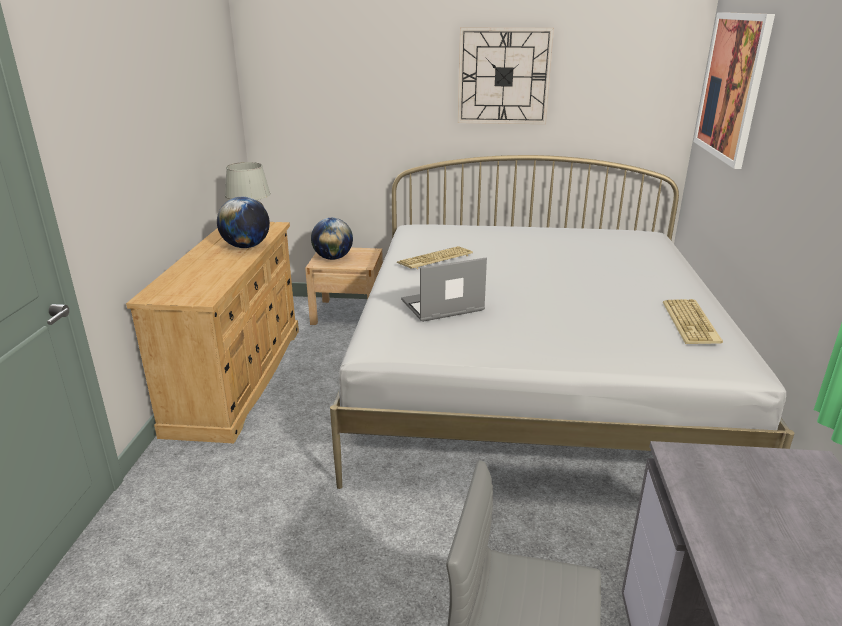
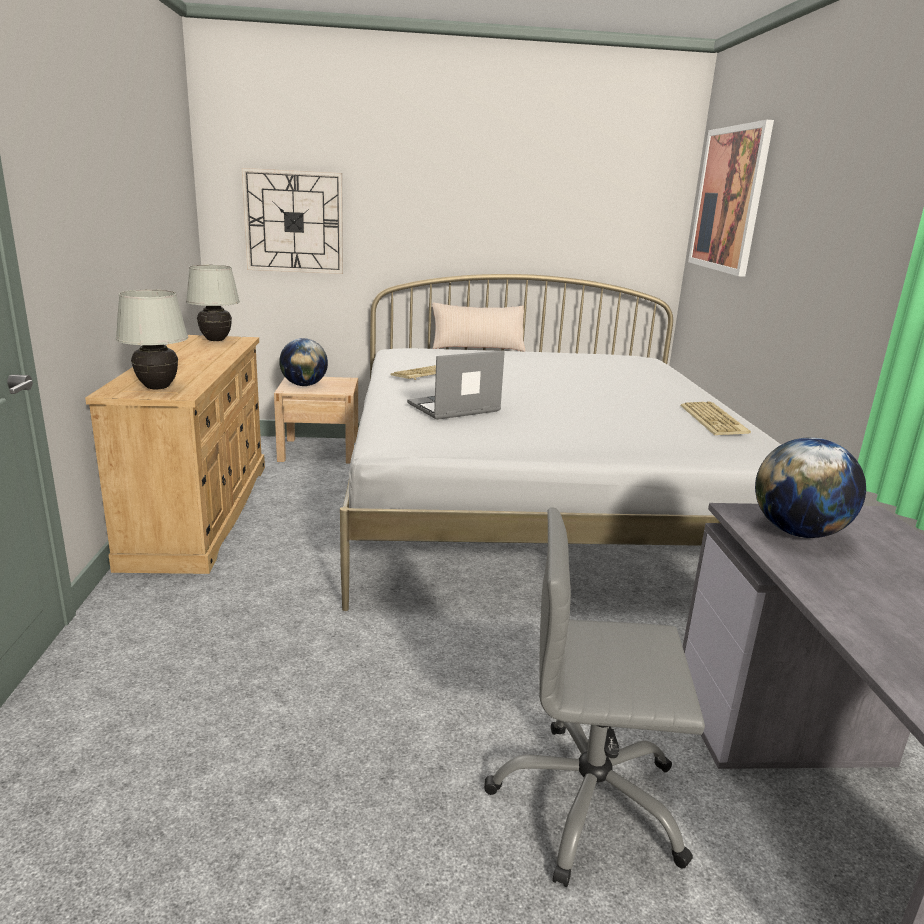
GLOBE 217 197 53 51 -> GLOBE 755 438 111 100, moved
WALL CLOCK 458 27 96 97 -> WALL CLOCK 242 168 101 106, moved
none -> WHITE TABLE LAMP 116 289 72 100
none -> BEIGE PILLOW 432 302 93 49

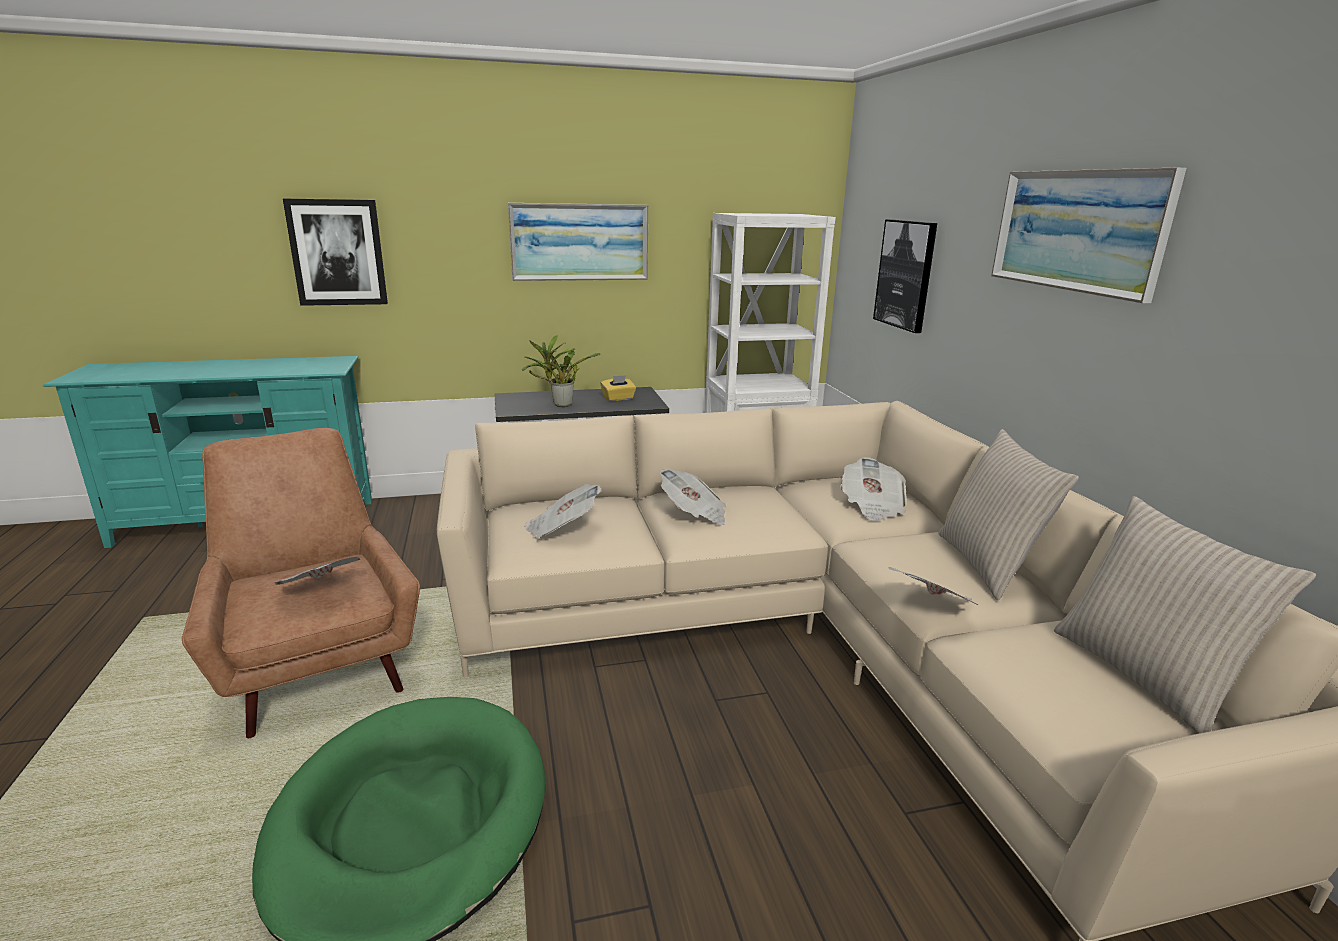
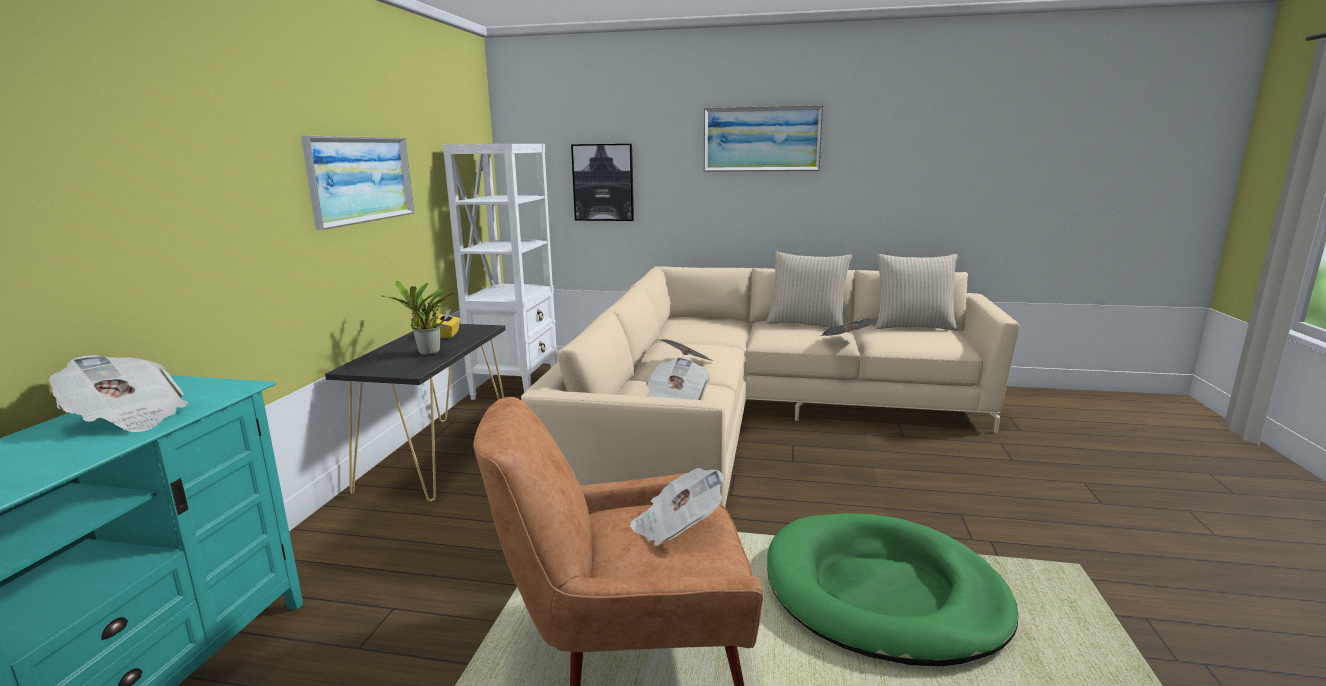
PICTURE 283 199 105 107 -> none
NEWSPAPER 840 457 67 64 -> NEWSPAPER 49 355 139 77, moved

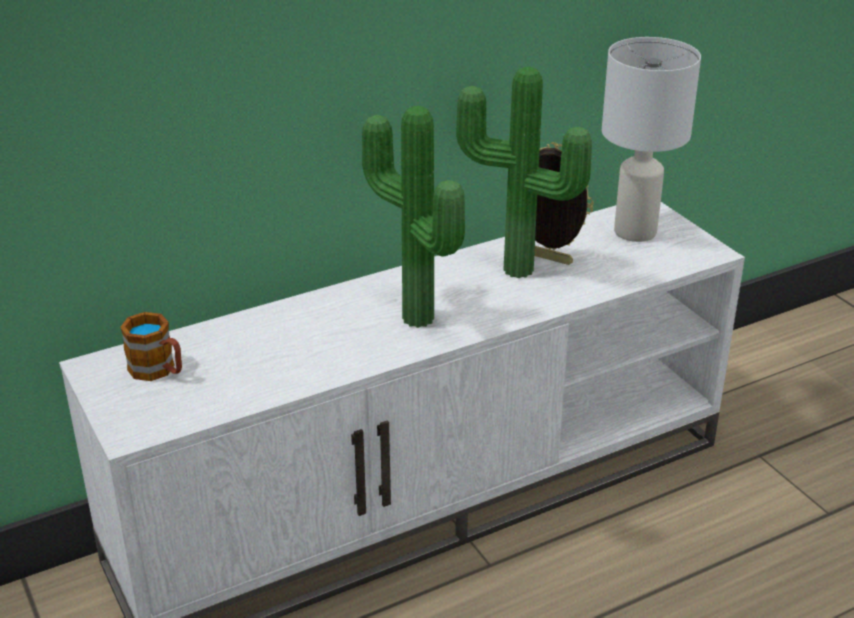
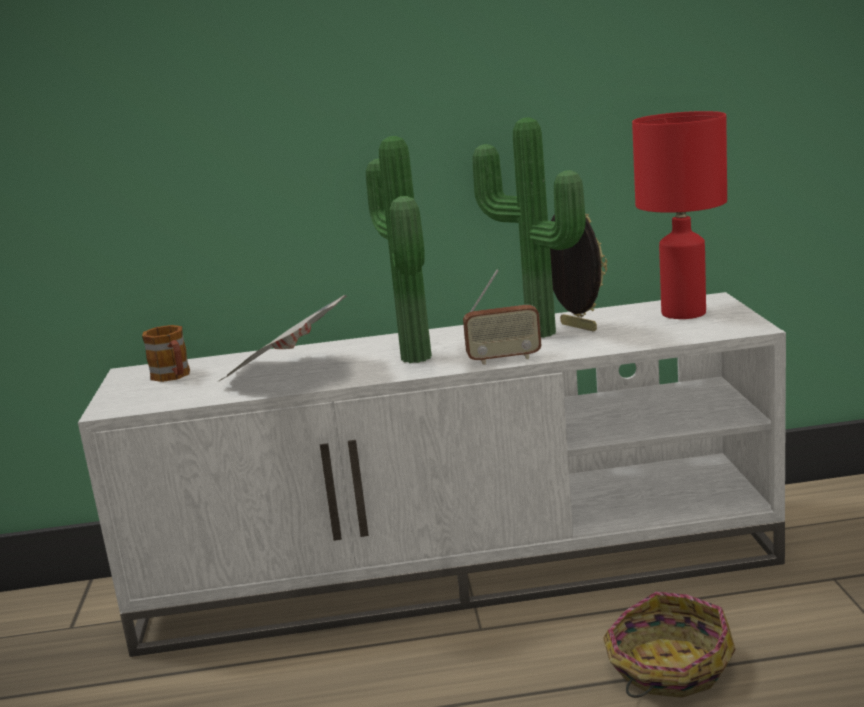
WHITE TABLE LAMP 602 37 99 205 -> RED TABLE LAMP 632 111 95 208
none -> NEWSPAPER 217 295 130 87
none -> RADIO 463 270 78 95
none -> BASKET 603 592 133 106

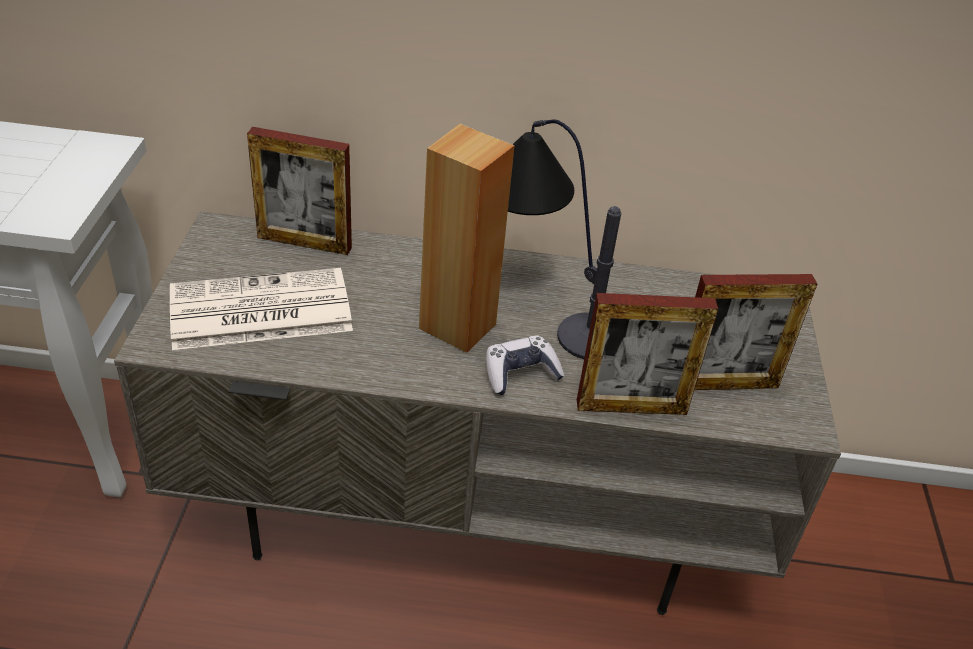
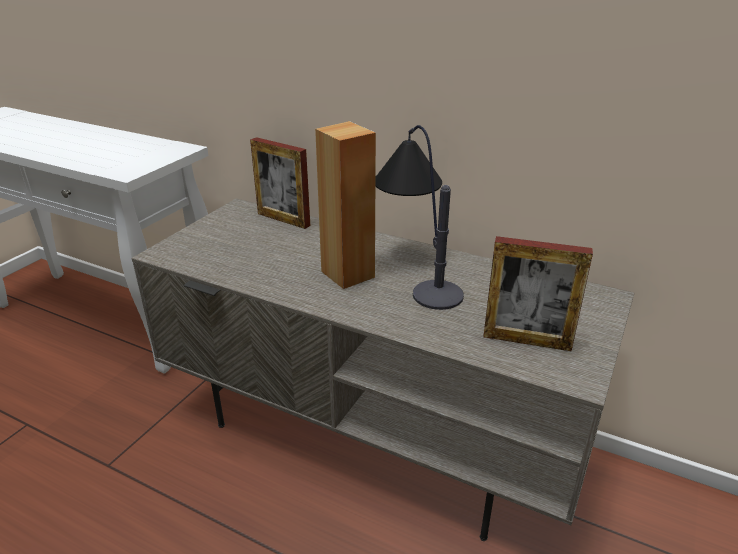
NEWSPAPER 170 268 183 82 -> none
GAME CONTROLLER 486 335 79 60 -> none
PICTURE FRAME 577 293 141 122 -> none

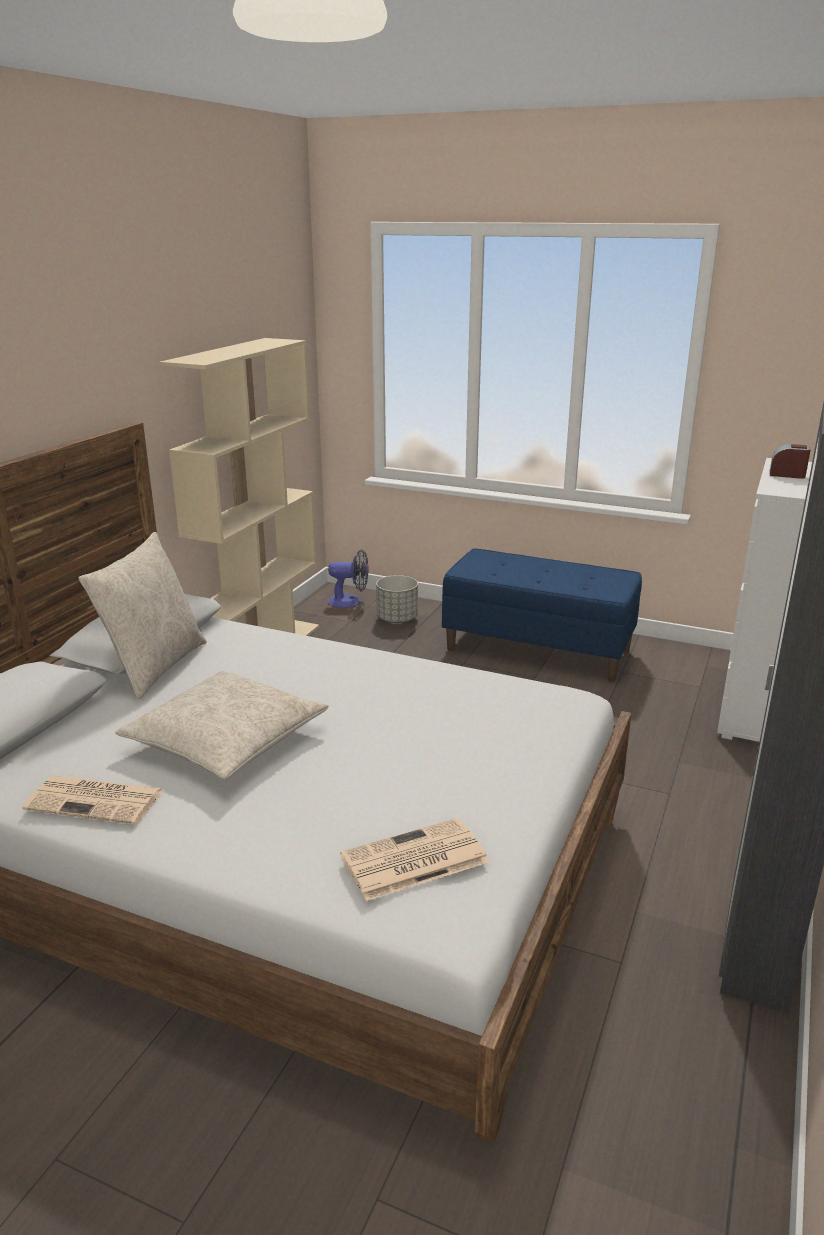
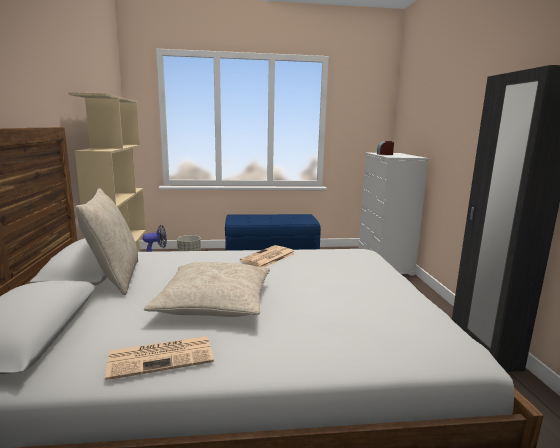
NEWSPAPER 340 818 149 83 -> NEWSPAPER 240 245 56 23, moved

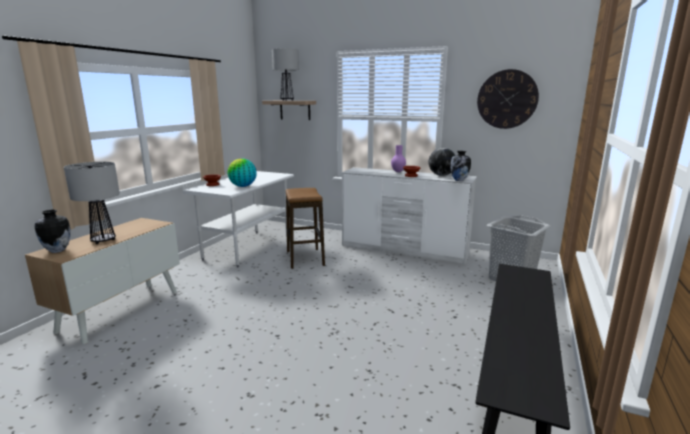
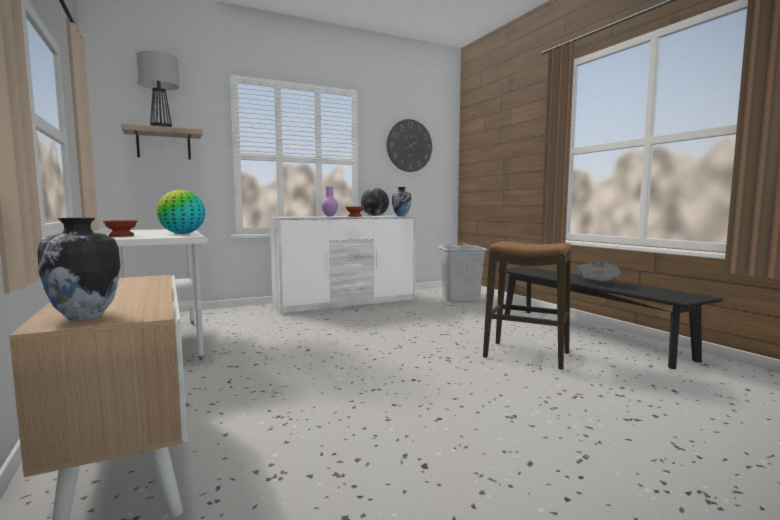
TABLE LAMP 64 162 56 82 -> none
STOOL 286 188 39 81 -> STOOL 483 241 88 129, moved
none -> NEWSPAPER 576 261 46 20

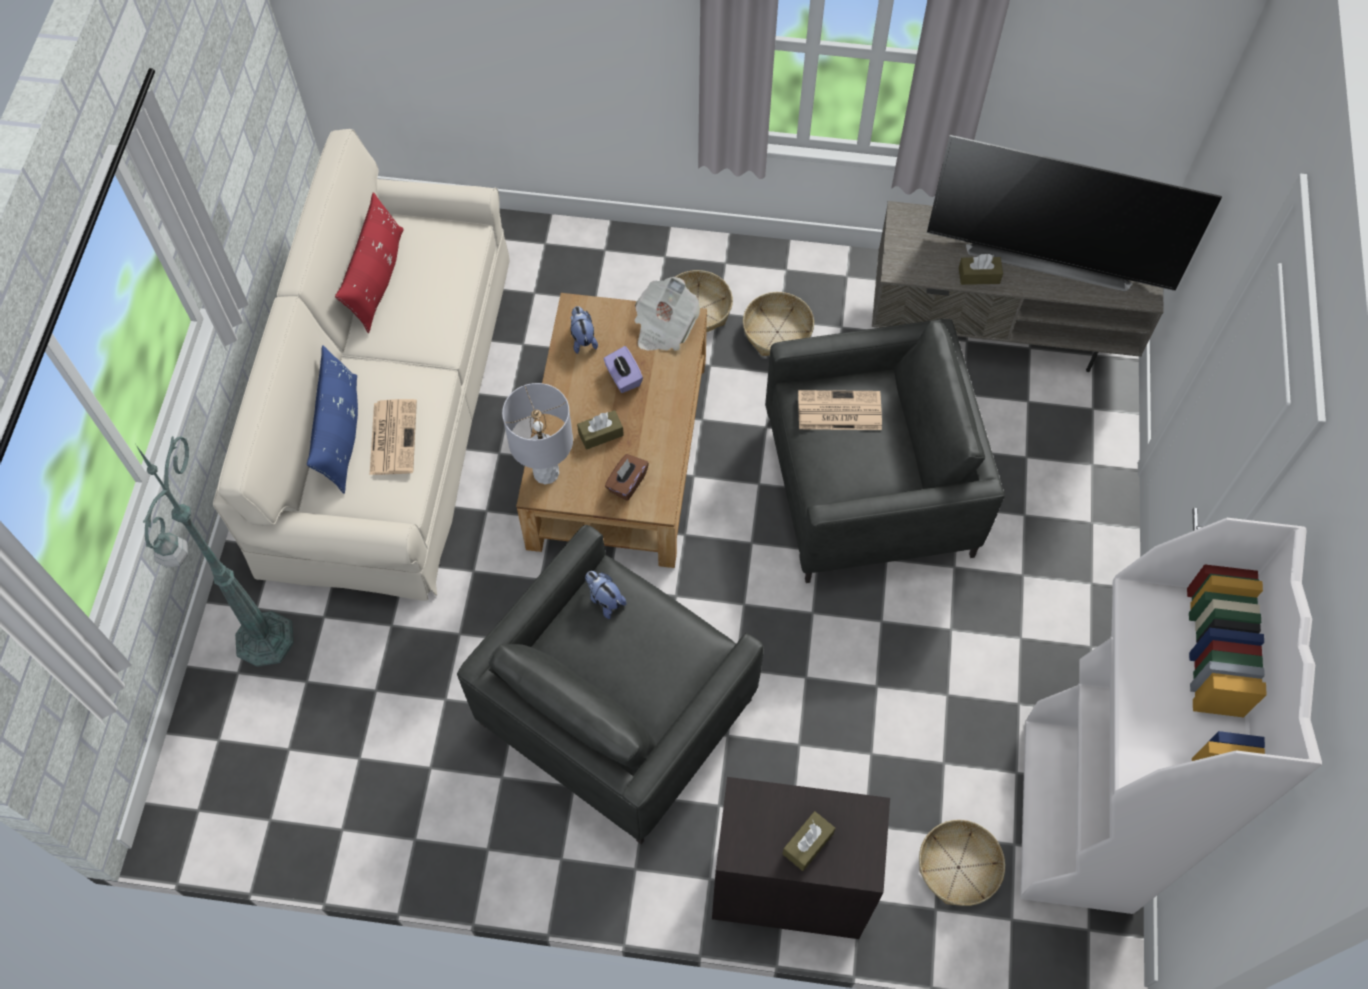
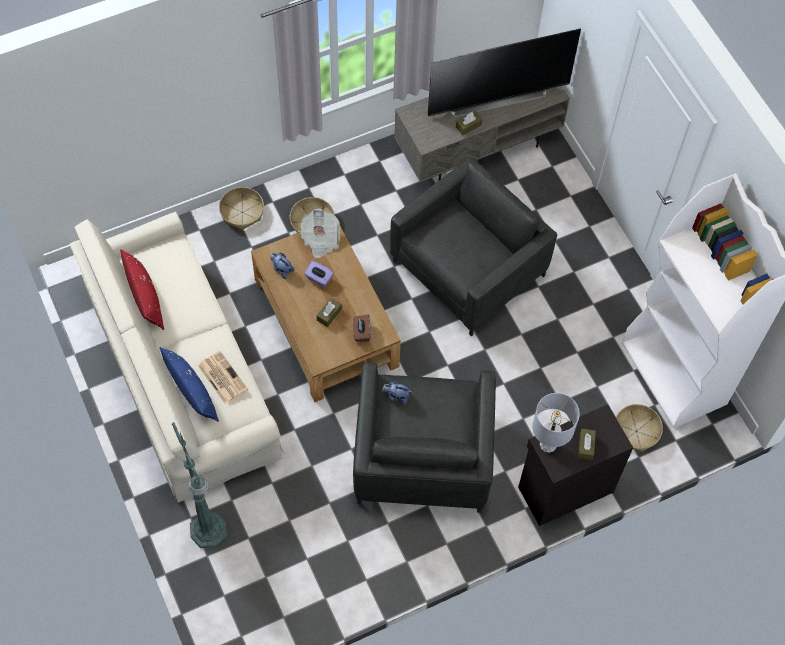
GREY TABLE LAMP 502 383 71 101 -> GREY TABLE LAMP 532 393 48 60, moved
BASKET 743 292 71 64 -> BASKET 219 187 45 43, moved
NEWSPAPER 798 390 84 40 -> none

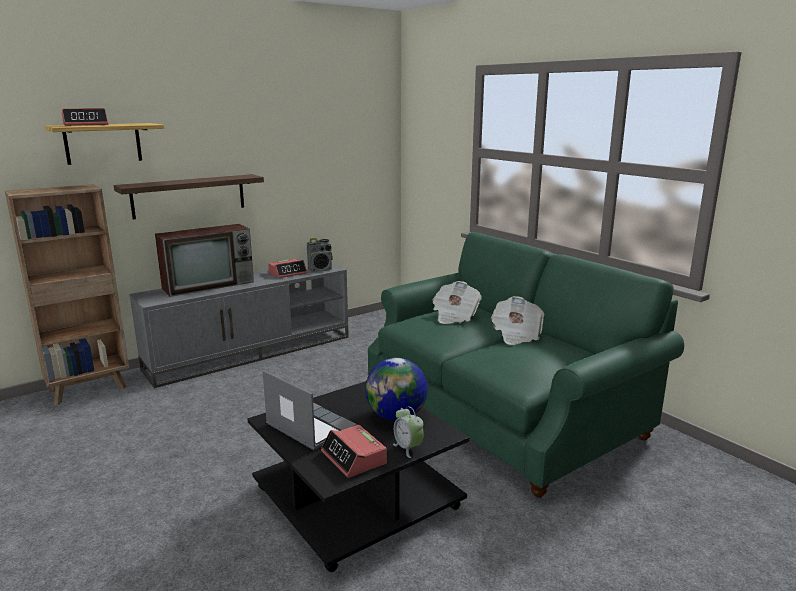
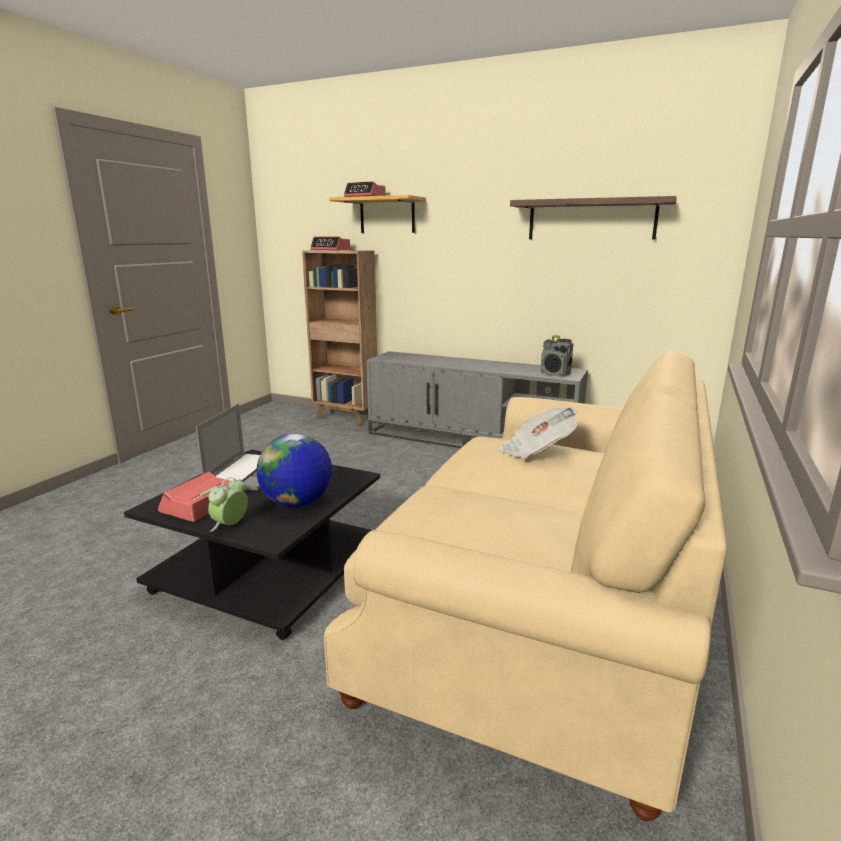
SHELF 114 174 150 45 -> SHELF 510 196 167 44, moved
TELEVISION 155 224 99 73 -> none
ALARM CLOCK 268 259 39 19 -> ALARM CLOCK 310 236 40 15, moved
GREEN SOFA 368 232 316 266 -> BEIGE SOFA 324 351 403 470
NEWSPAPER 491 296 53 49 -> none

